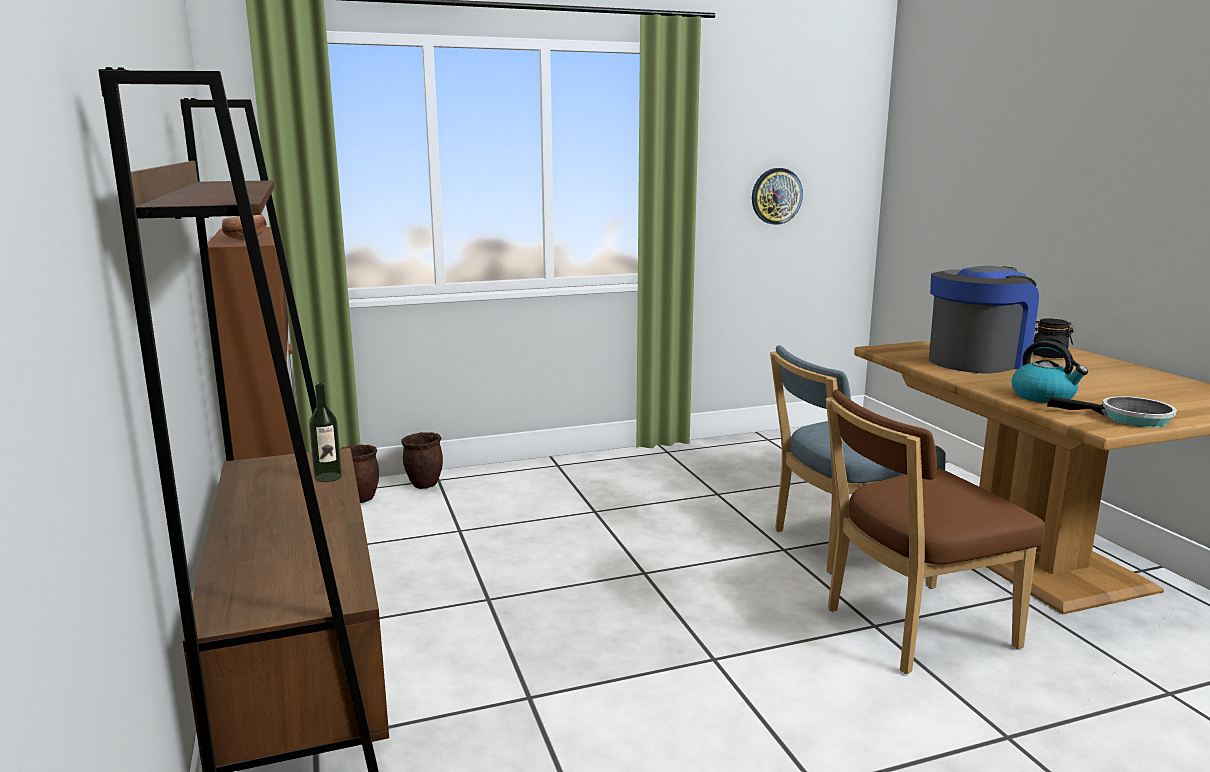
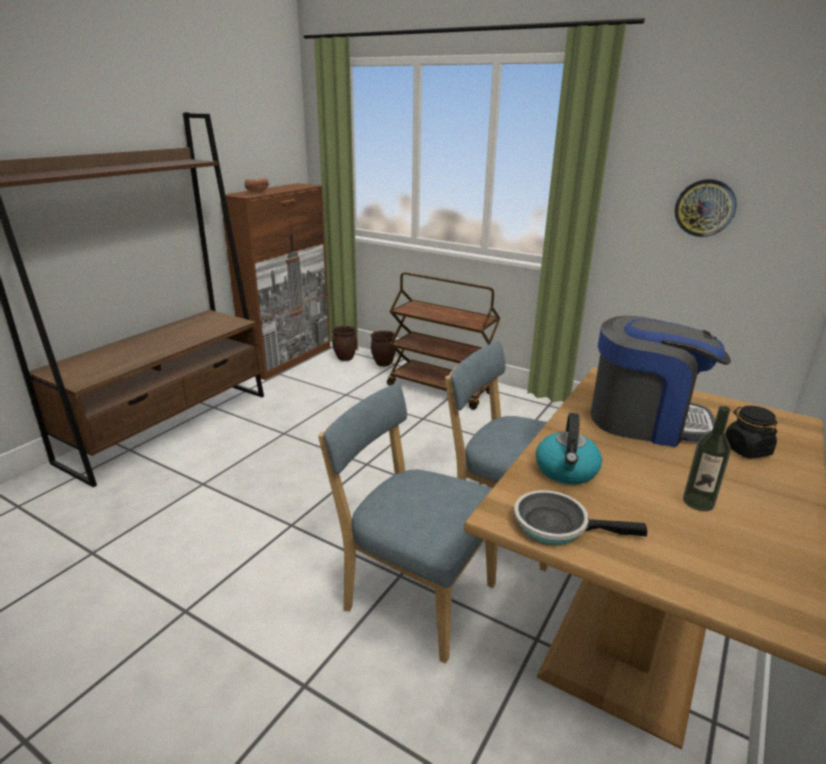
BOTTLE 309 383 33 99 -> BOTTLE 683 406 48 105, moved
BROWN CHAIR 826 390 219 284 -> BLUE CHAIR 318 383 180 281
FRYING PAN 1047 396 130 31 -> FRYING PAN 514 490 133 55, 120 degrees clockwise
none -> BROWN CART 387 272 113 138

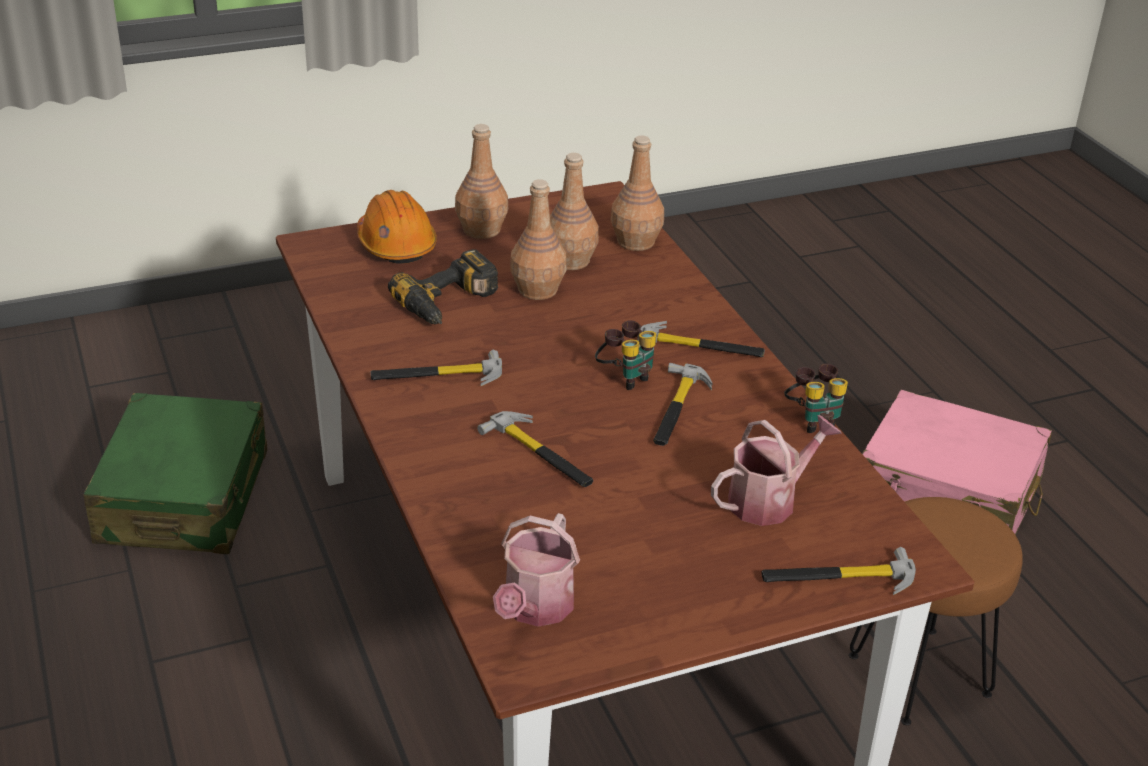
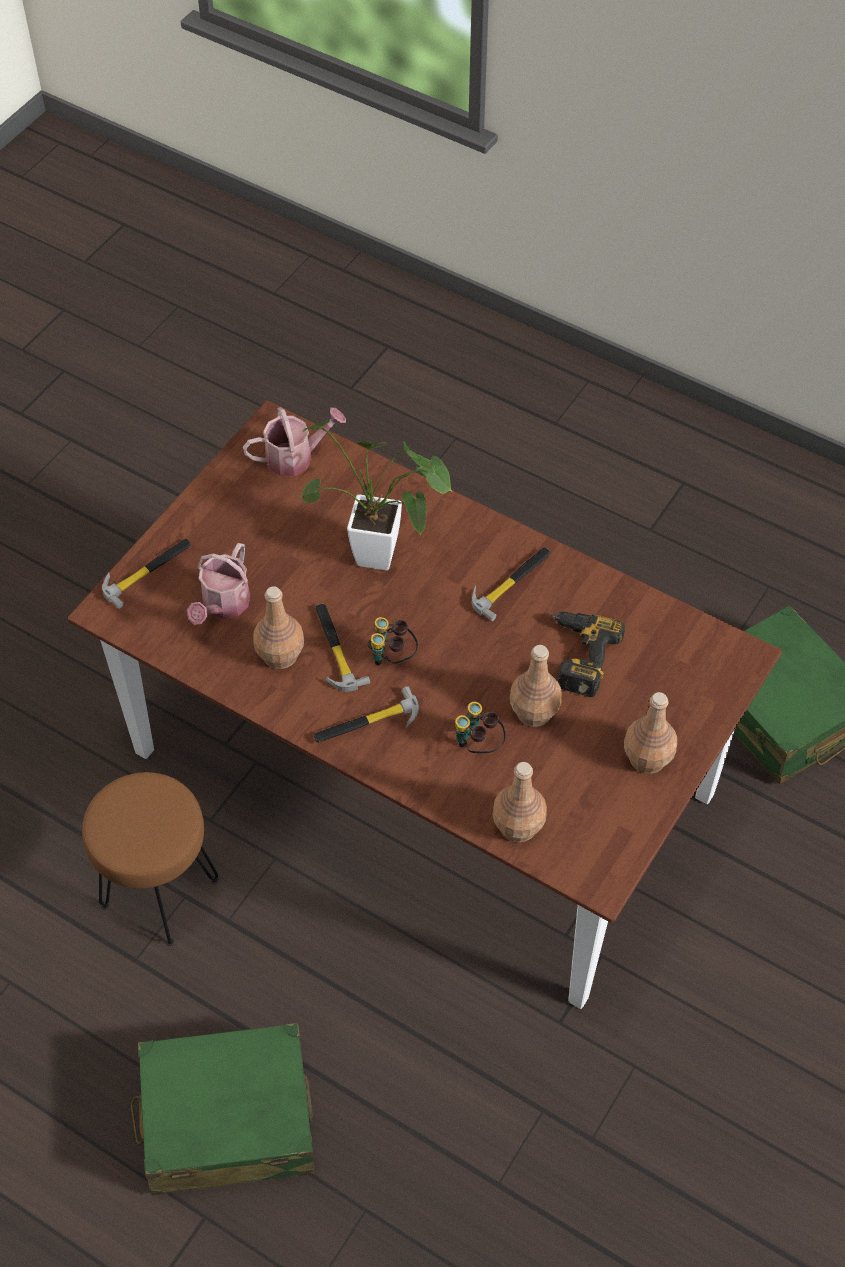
ORANGE HARD HAT 357 190 80 74 -> none
HAMMER 477 411 116 76 -> POTTED PLANT 300 420 152 151
WATERING CAN 493 513 87 114 -> WATERING CAN 243 407 103 69, 90 degrees clockwise
BROWN BOTTLE 550 153 49 117 -> BROWN BOTTLE 253 586 51 83, moved
BINOCULARS 784 364 64 69 -> BINOCULARS 455 701 51 52, moved
PINK SUITCASE 862 390 190 145 -> GREEN SUITCASE 131 1023 184 173

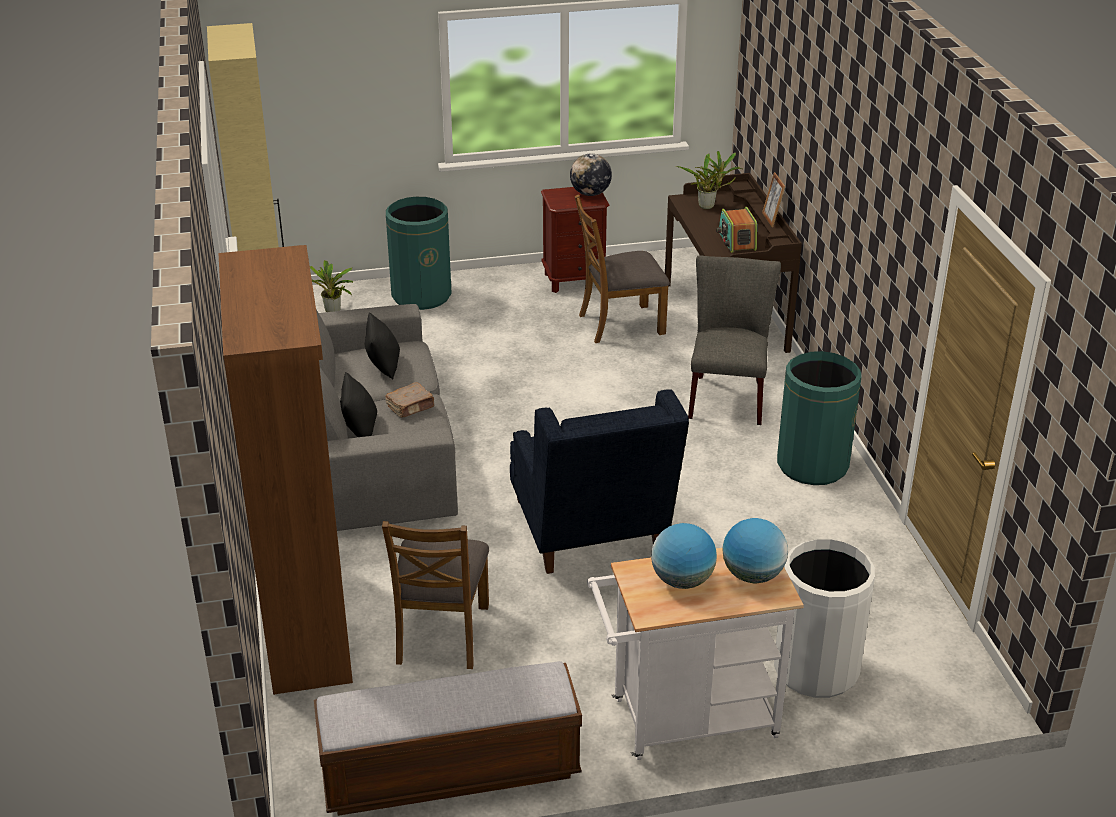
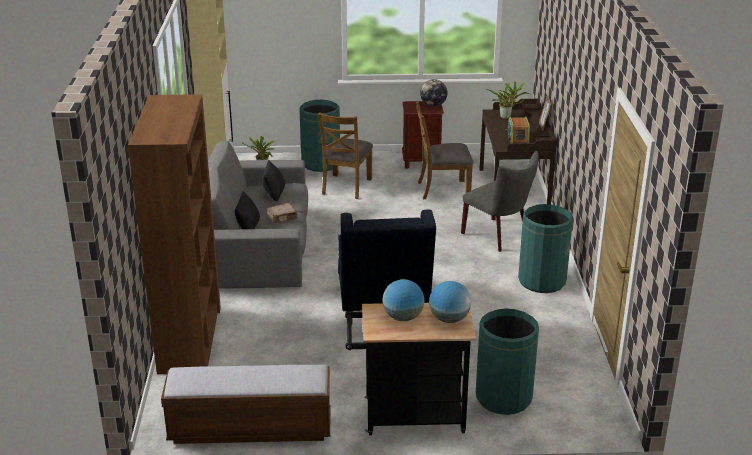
BROWN CHAIR 382 521 107 148 -> BROWN CHAIR 318 112 55 87, moved
WHITE CART 587 548 217 212 -> BLACK CART 345 303 131 132
GREY CHAIR 688 255 93 170 -> GREY CHAIR 461 151 77 101, 120 degrees clockwise
WHITE TRASH CAN 774 539 101 159 -> GREEN TRASH CAN 476 309 63 106

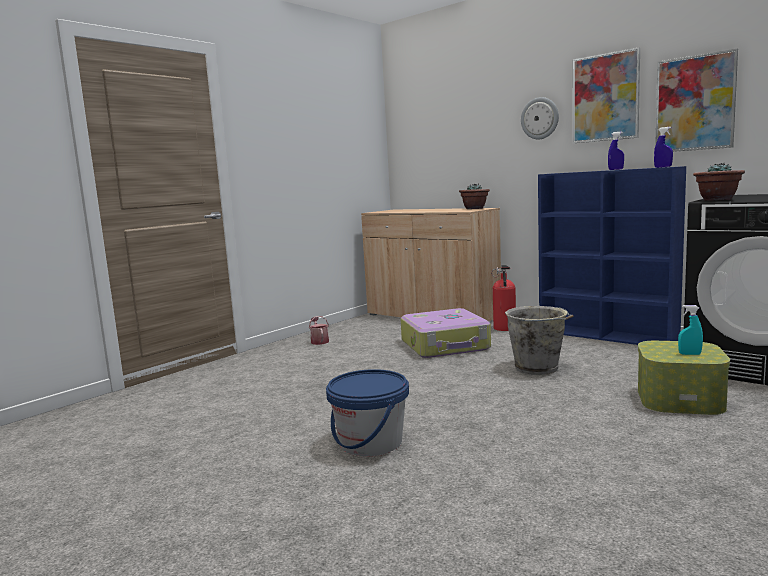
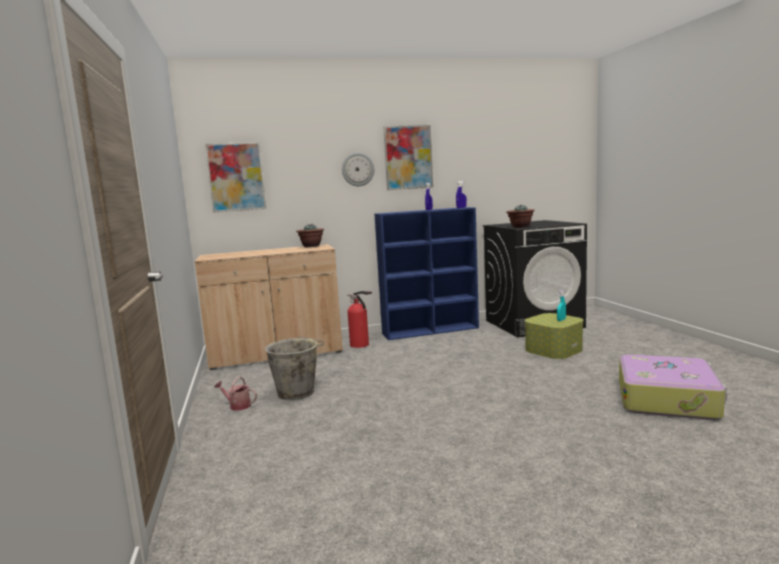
BLUE BUCKET 326 369 83 88 -> none
SUITCASE 400 308 91 50 -> SUITCASE 619 355 108 65, moved
GREY BUCKET 505 306 69 69 -> GREY BUCKET 265 337 59 63, moved
PICTURE 655 49 83 103 -> PICTURE 205 142 61 70, moved

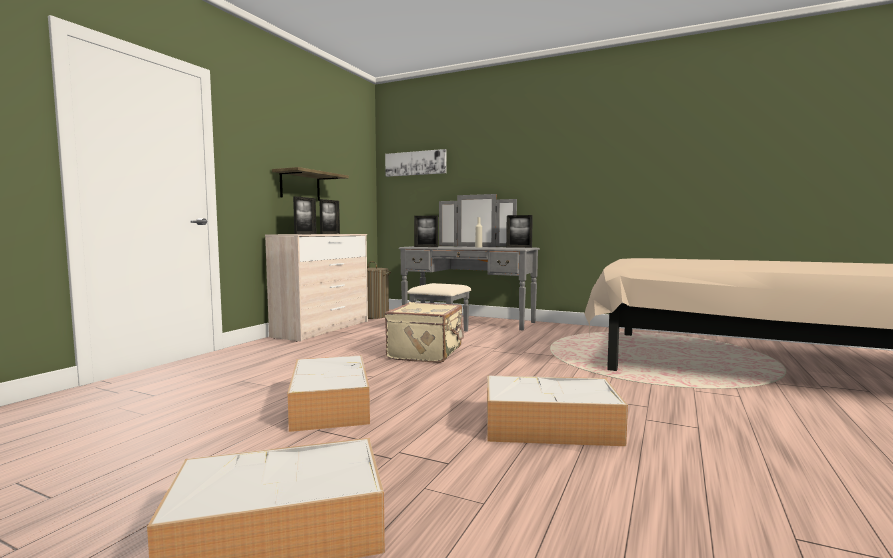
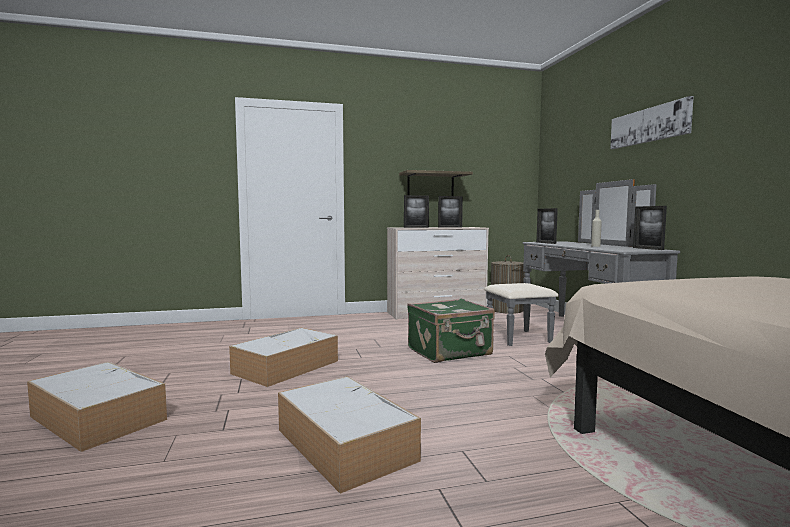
PICTURE 385 149 61 28 -> PICTURE 610 96 84 53, moved
BEIGE SUITCASE 385 302 79 61 -> GREEN SUITCASE 407 298 88 65

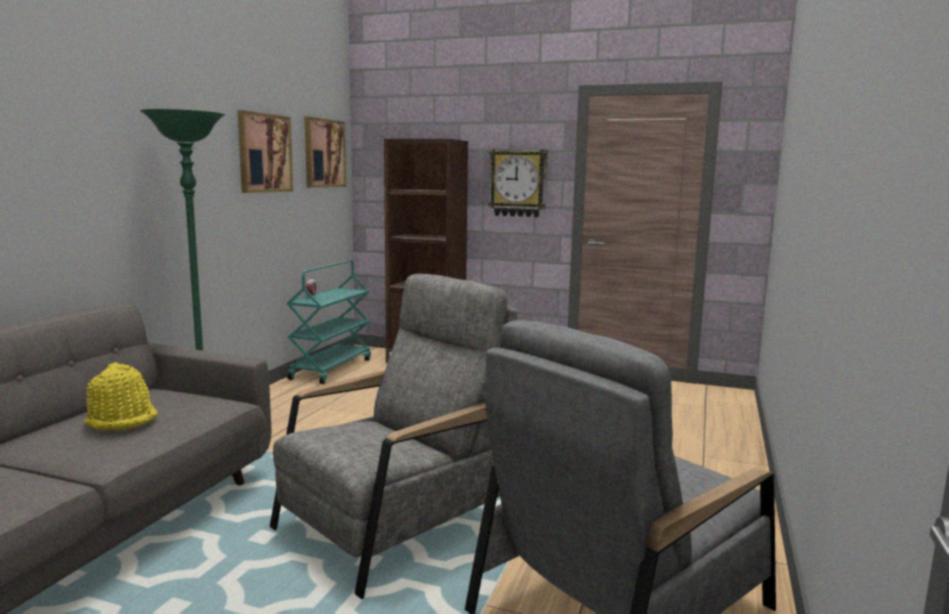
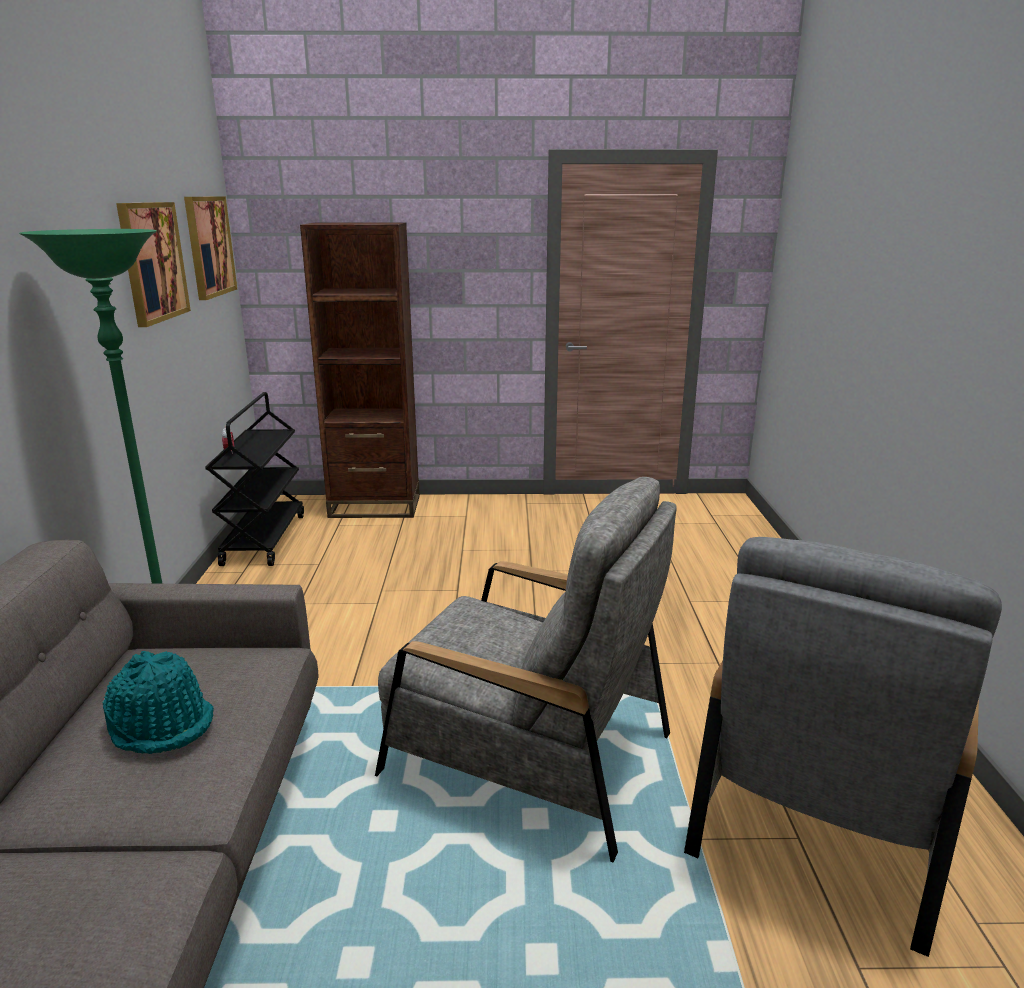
YELLOW HAT 84 362 74 68 -> TURQUOISE HAT 102 651 112 103
GREY ARMCHAIR 270 274 247 325 -> GREY ARMCHAIR 375 477 302 386, 90 degrees clockwise
TURQUOISE CART 287 260 84 124 -> BLACK CART 205 392 99 174
WALL CLOCK 488 149 60 68 -> none

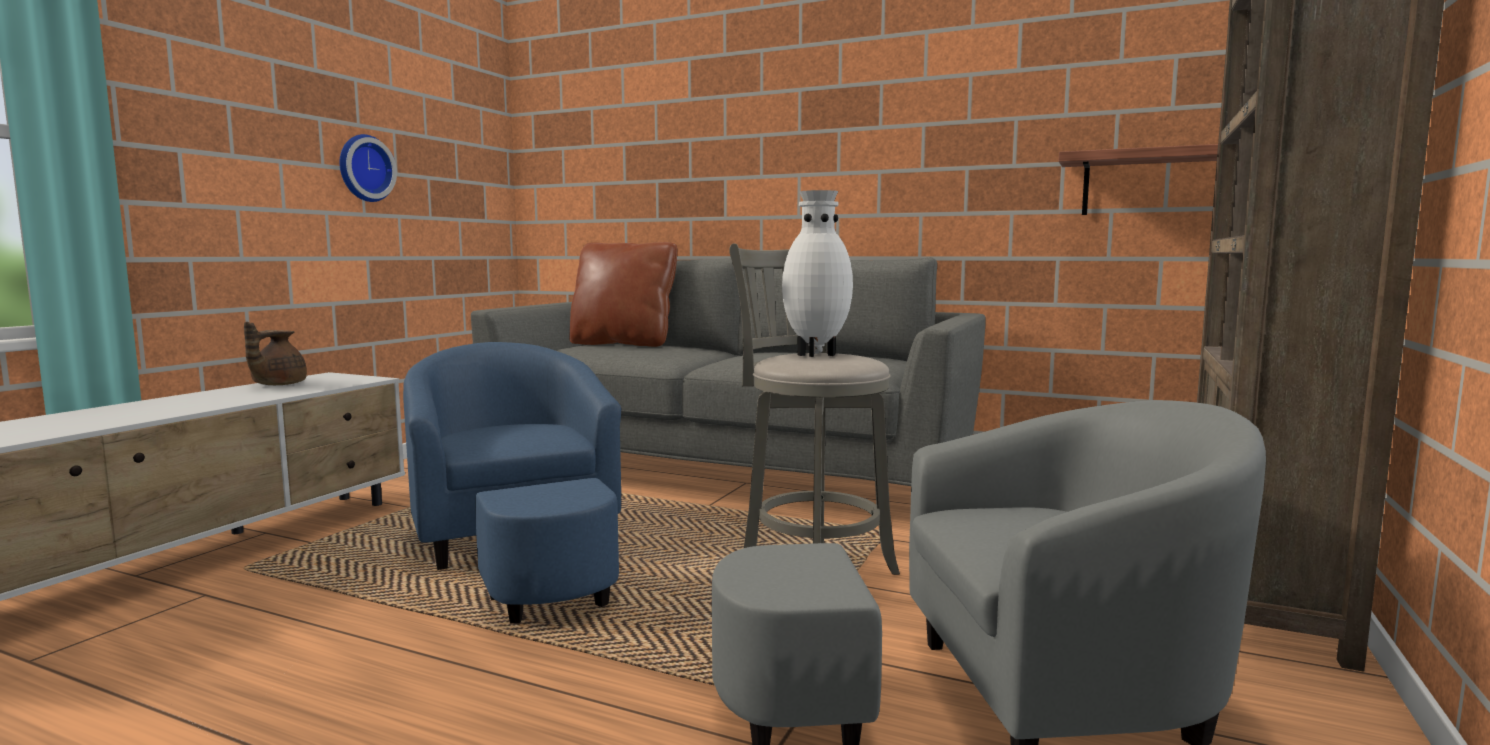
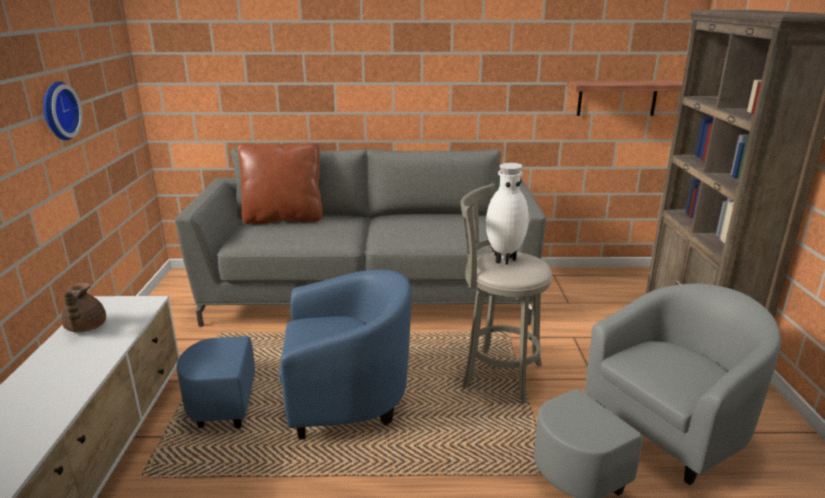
BLUE ARMCHAIR 403 342 218 281 -> BLUE ARMCHAIR 177 270 235 170, 135 degrees clockwise

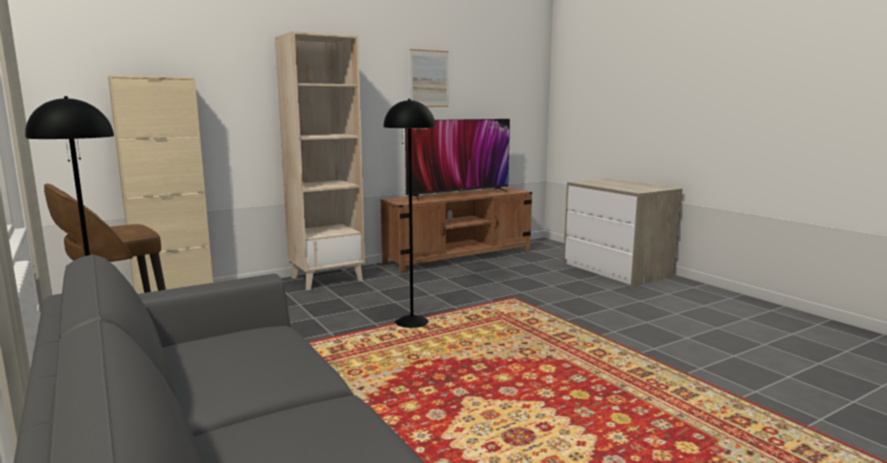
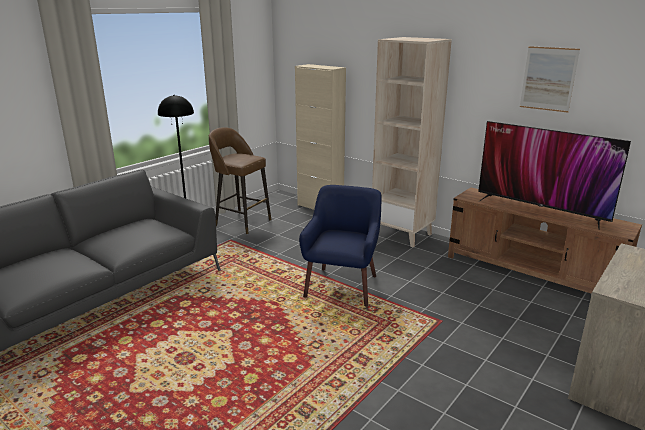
BLACK FLOOR LAMP 383 99 53 229 -> BLUE ARMCHAIR 299 185 83 122

